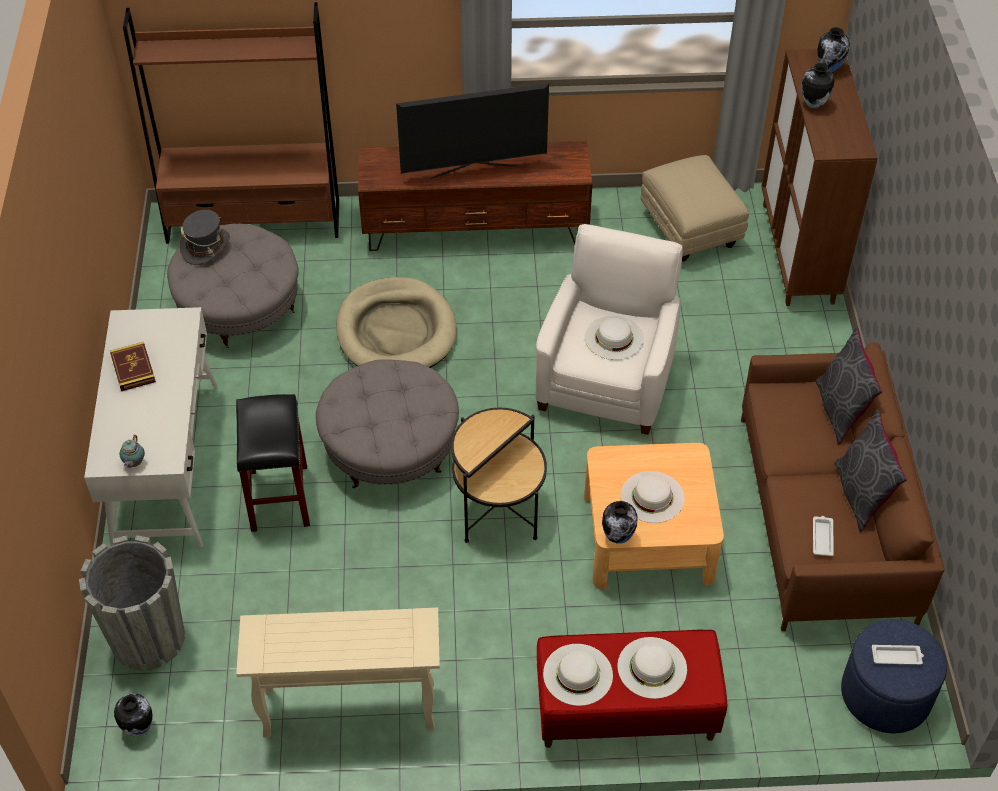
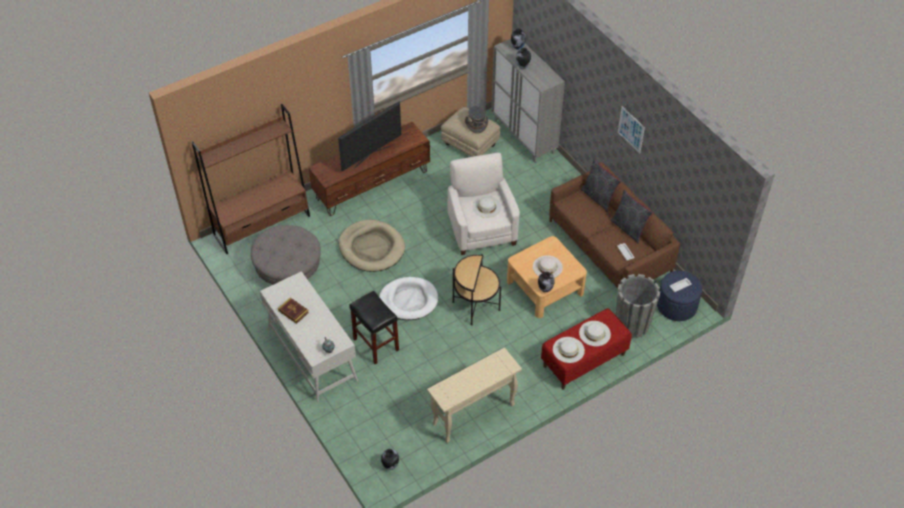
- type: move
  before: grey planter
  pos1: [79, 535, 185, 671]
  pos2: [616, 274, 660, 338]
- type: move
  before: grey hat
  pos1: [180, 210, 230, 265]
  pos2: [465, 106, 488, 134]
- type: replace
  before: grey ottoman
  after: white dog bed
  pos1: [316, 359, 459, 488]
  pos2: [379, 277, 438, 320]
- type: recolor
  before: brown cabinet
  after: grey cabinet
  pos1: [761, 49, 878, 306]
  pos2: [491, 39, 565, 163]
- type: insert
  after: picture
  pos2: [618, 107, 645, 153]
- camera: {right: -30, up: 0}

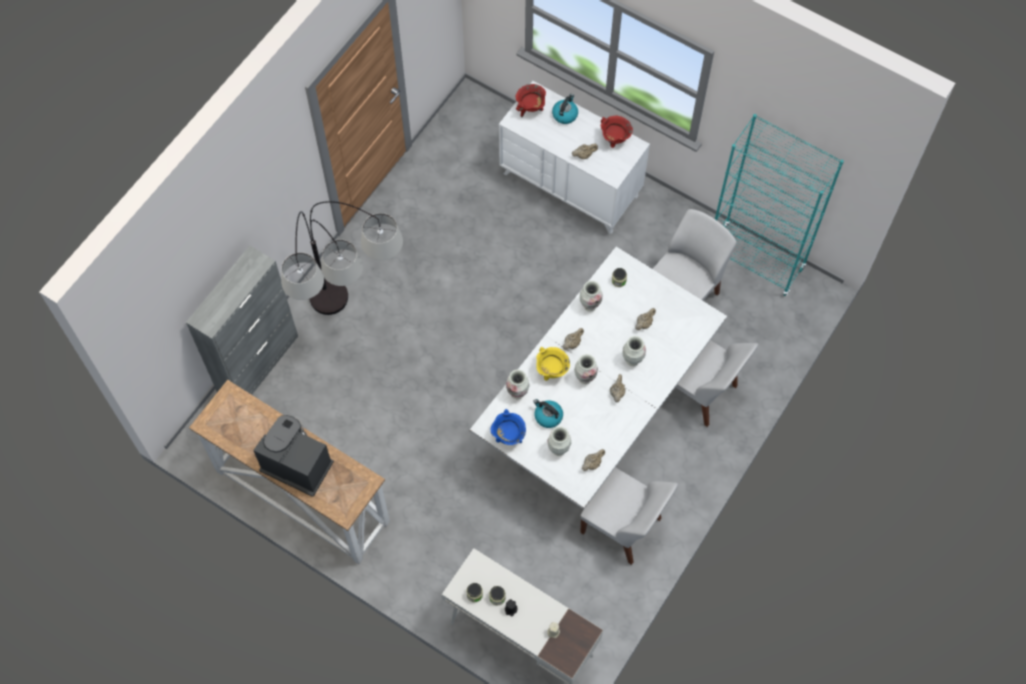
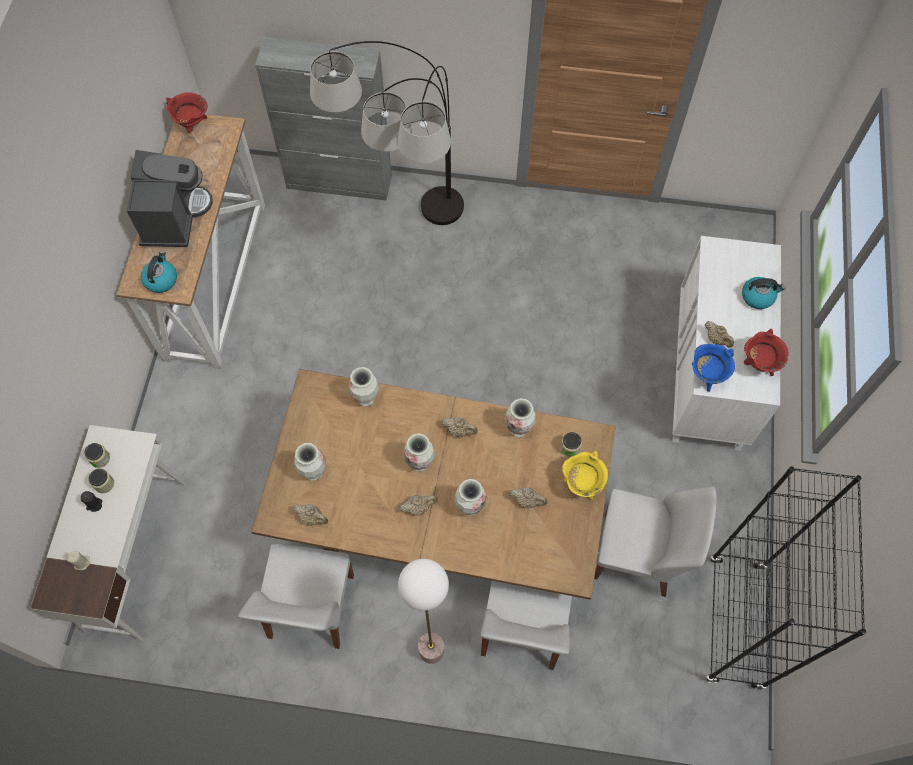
- type: recolor
  before: white dining table
  after: brown dining table
  pos1: [470, 247, 727, 510]
  pos2: [251, 369, 616, 600]
- type: move
  before: blue cooking pot
  pos1: [490, 409, 526, 445]
  pos2: [692, 344, 735, 392]
- type: move
  before: red cooking pot
  pos1: [516, 84, 546, 117]
  pos2: [166, 92, 207, 133]
- type: move
  before: kettle
  pos1: [533, 399, 563, 428]
  pos2: [141, 251, 177, 293]
- type: move
  before: yellow cooking pot
  pos1: [536, 347, 570, 381]
  pos2: [562, 451, 608, 500]
- type: recolor
  before: turquoise bookcase
  after: black bookcase
  pos1: [715, 114, 844, 296]
  pos2: [706, 466, 866, 690]
- type: insert
  after: floor lamp
  pos2: [398, 559, 449, 664]
- camera: {right: 65, up: 0}

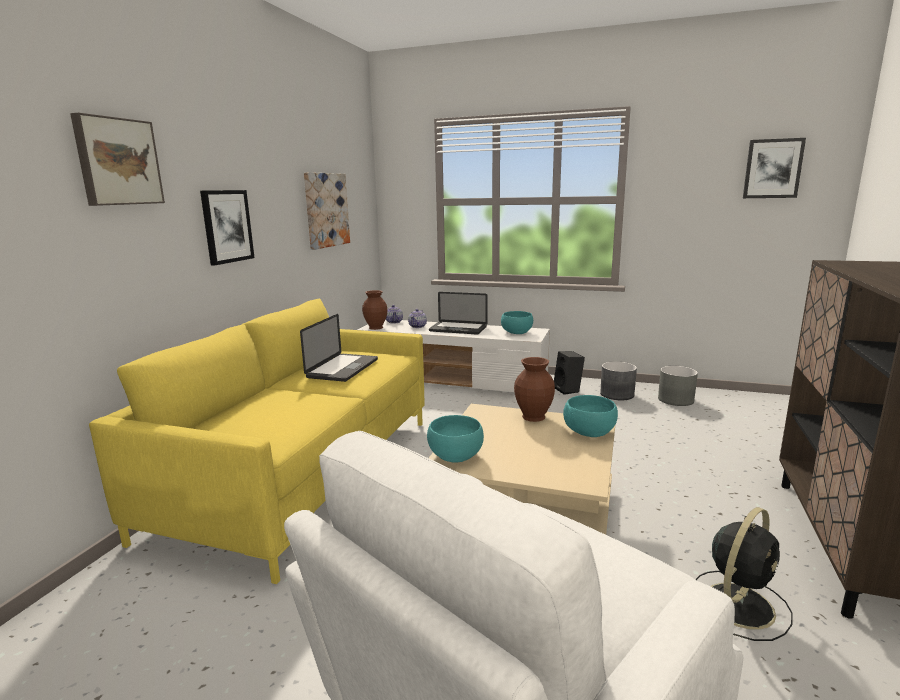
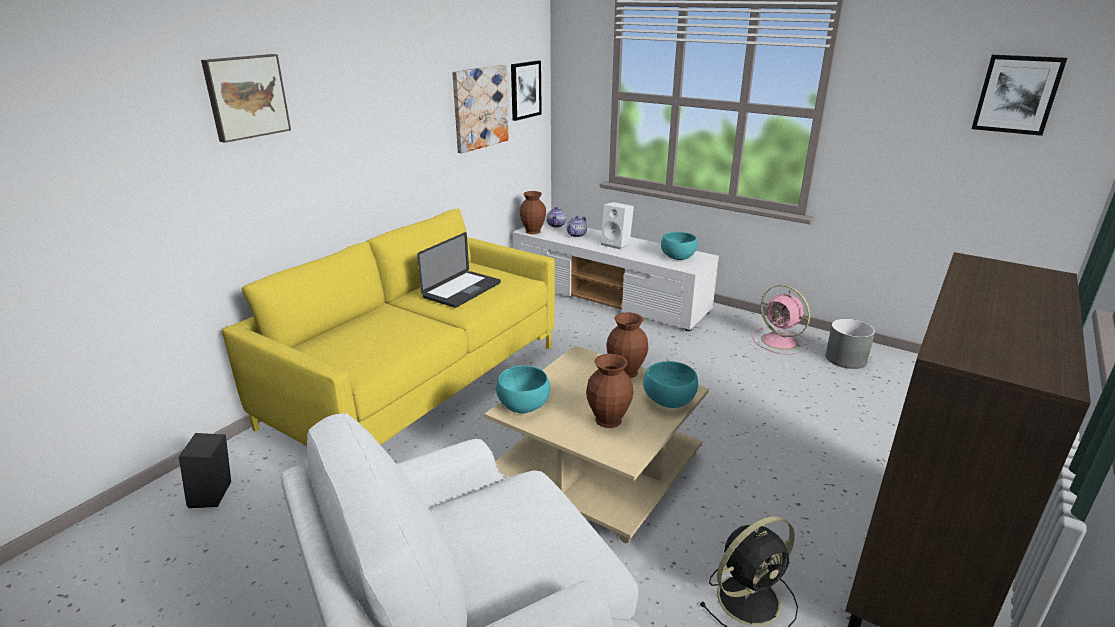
- type: move
  before: picture
  pos1: [200, 190, 255, 265]
  pos2: [511, 61, 542, 121]
- type: replace
  before: laptop
  after: white speaker
  pos1: [429, 292, 487, 335]
  pos2: [601, 202, 634, 250]
- type: move
  before: black speaker
  pos1: [554, 351, 585, 395]
  pos2: [179, 433, 231, 508]
- type: replace
  before: grey planter
  after: pink fan
  pos1: [600, 361, 637, 400]
  pos2: [752, 285, 810, 355]
- type: insert
  after: brown vase
  pos2: [586, 354, 634, 428]
- camera: {right: 15, up: 10}

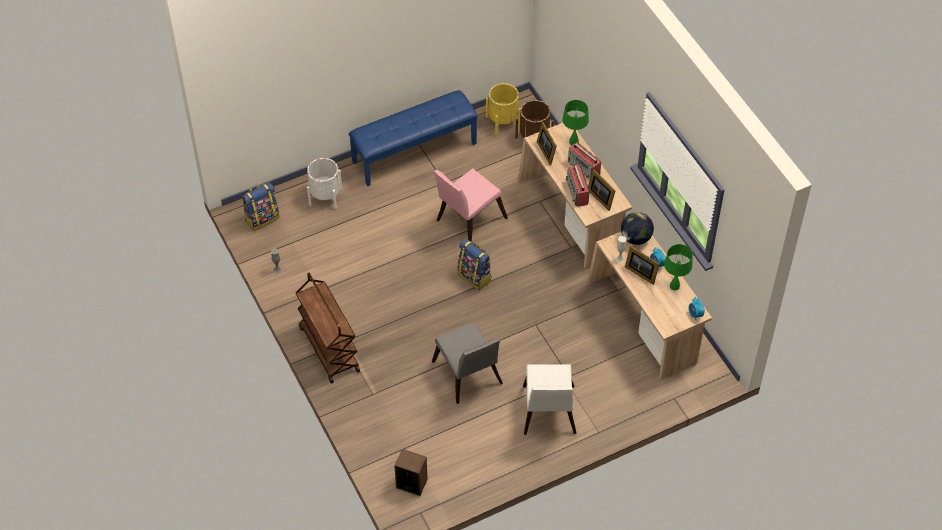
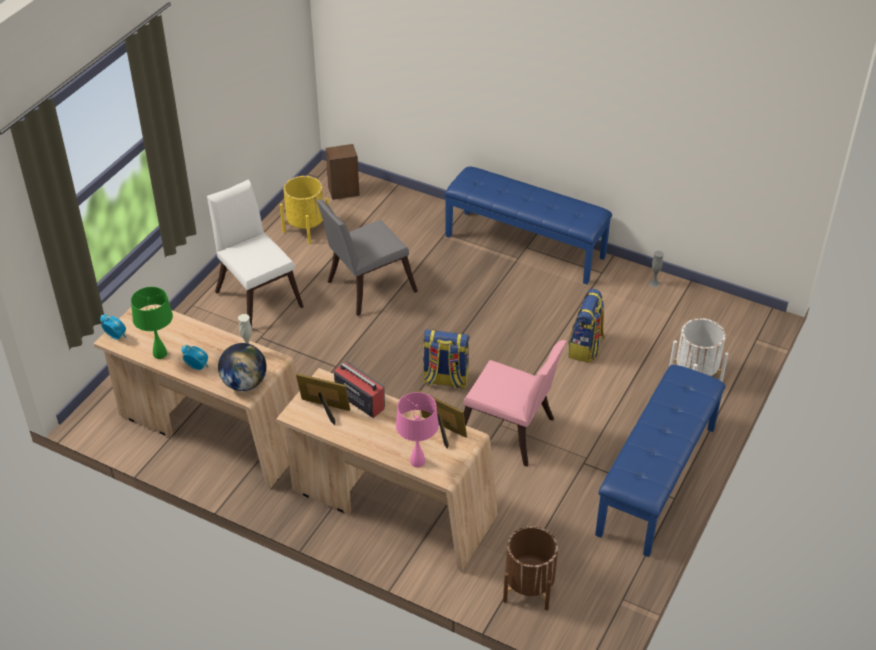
- type: move
  before: backpack
  pos1: [242, 182, 279, 231]
  pos2: [568, 289, 604, 363]
- type: replace
  before: brown cart
  after: blue bench
  pos1: [296, 273, 360, 384]
  pos2: [444, 166, 612, 284]
- type: rotate
  before: grey chair
  pos1: [432, 322, 503, 404]
  pos2: [317, 199, 418, 316]
  turn: -60
- type: rotate
  before: pink chair
  pos1: [434, 169, 508, 242]
  pos2: [464, 340, 566, 467]
  turn: 105
- type: move
  before: yellow planter
  pos1: [486, 83, 521, 135]
  pos2: [280, 176, 329, 244]
- type: recolor
  before: green table lamp
  after: pink table lamp
  pos1: [562, 100, 589, 145]
  pos2: [396, 392, 439, 468]
- type: delete
  before: radio
  pos1: [568, 142, 601, 180]
- type: delete
  before: picture frame
  pos1: [625, 246, 659, 285]
- camera: {right: 145, up: -10}

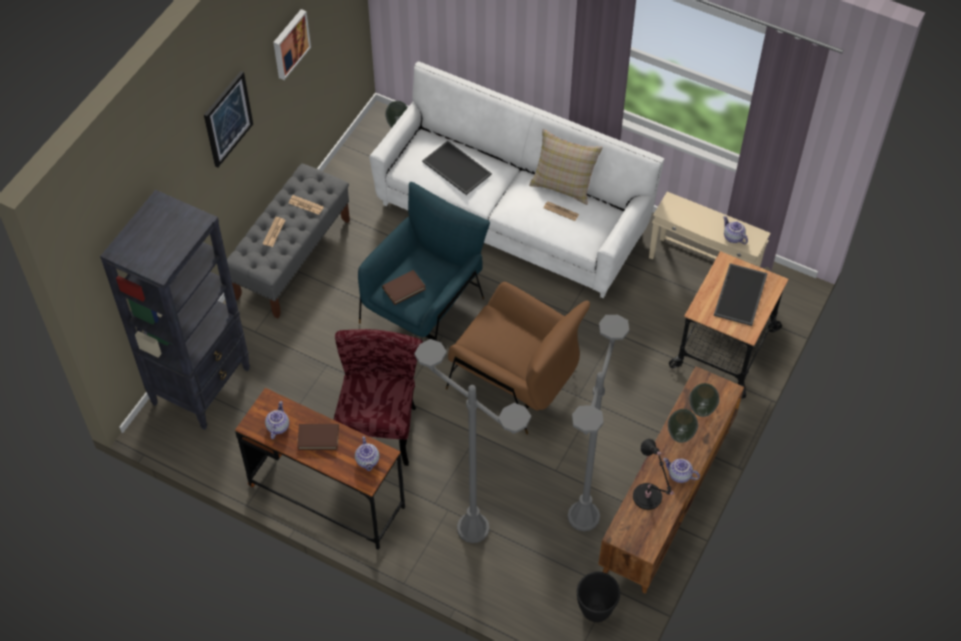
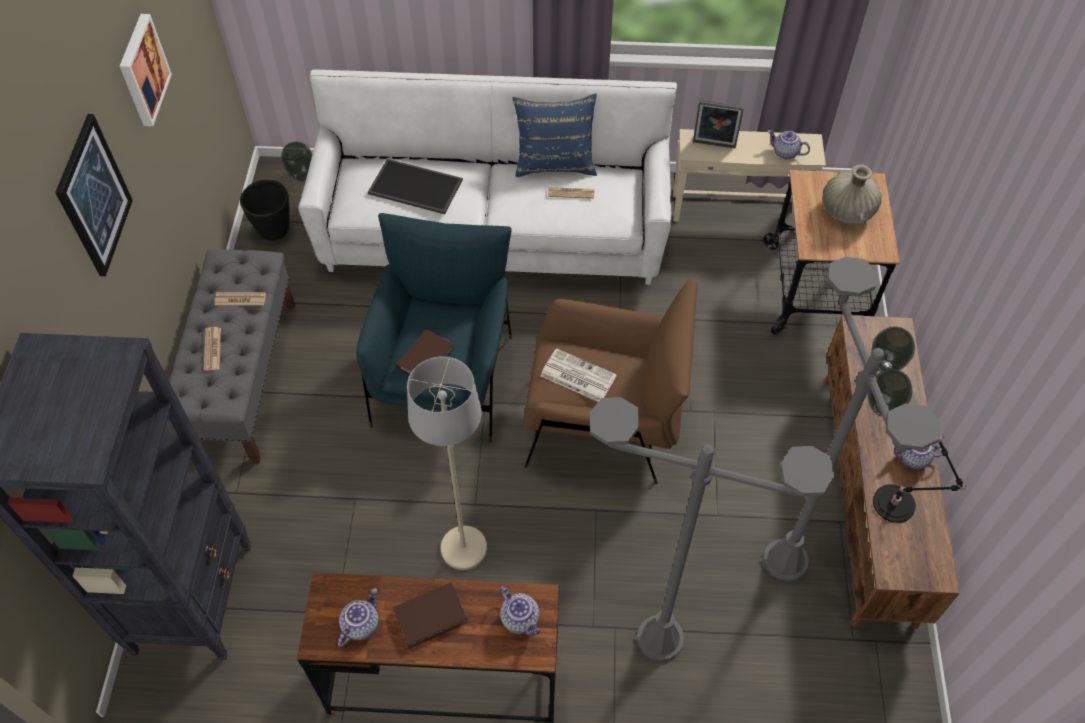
- type: rotate
  before: teapot
  pos1: [265, 401, 289, 439]
  pos2: [338, 588, 379, 647]
  turn: 45
- type: replace
  before: red chair
  after: beige floor lamp
  pos1: [334, 329, 423, 466]
  pos2: [407, 356, 487, 570]
- type: recolor
  before: beige pillow
  after: blue pillow
  pos1: [529, 129, 603, 205]
  pos2: [512, 93, 597, 177]
- type: move
  before: black planter
  pos1: [577, 572, 620, 622]
  pos2: [240, 180, 290, 241]
- type: replace
  before: tray
  after: beige vase
  pos1: [714, 263, 768, 326]
  pos2: [822, 165, 882, 224]
- type: insert
  after: newspaper
  pos2: [540, 348, 617, 402]
- type: insert
  after: picture frame
  pos2: [693, 100, 744, 148]
- camera: {right: -25, up: 0}

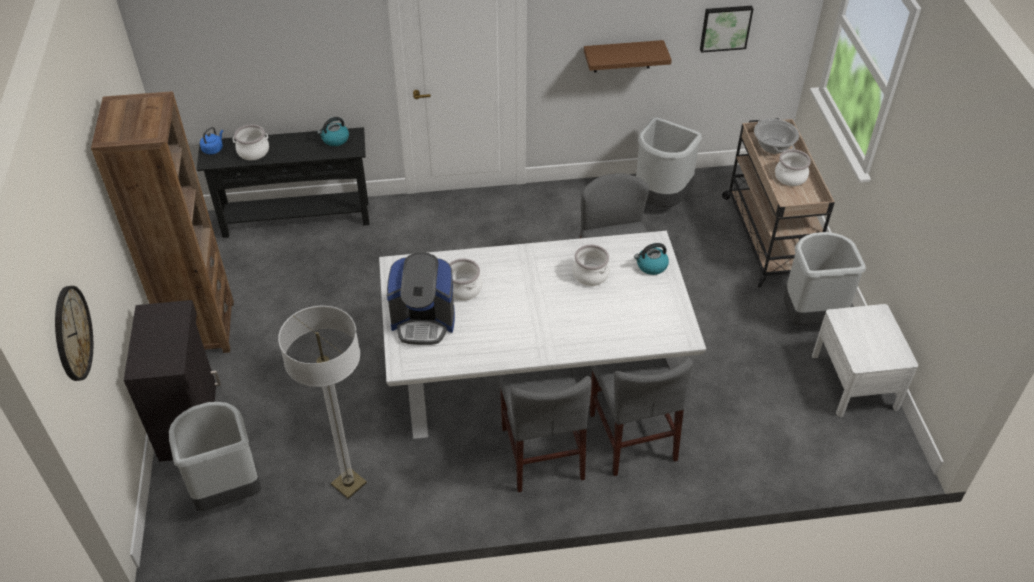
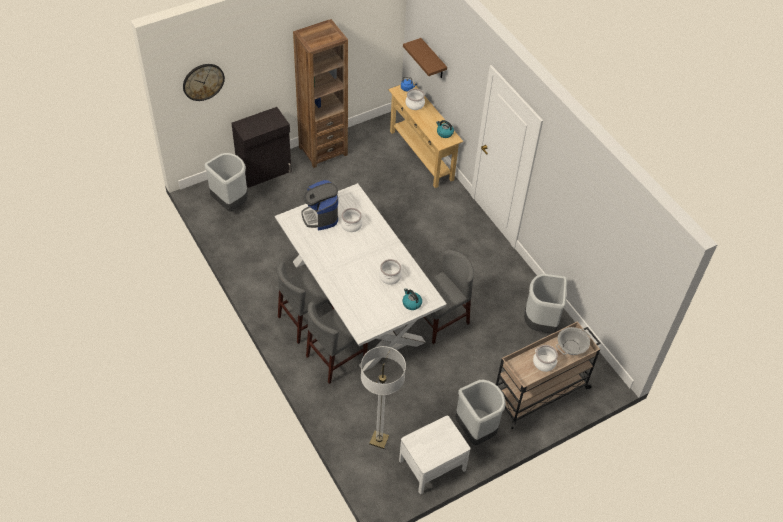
- type: recolor
  before: black console table
  after: beige console table
  pos1: [196, 127, 369, 238]
  pos2: [388, 81, 463, 188]
- type: move
  before: floor lamp
  pos1: [278, 306, 367, 499]
  pos2: [361, 346, 406, 449]
- type: move
  before: brown shelf
  pos1: [584, 40, 672, 73]
  pos2: [403, 38, 447, 78]
- type: delete
  before: picture
  pos1: [700, 6, 753, 53]
- camera: {right: 65, up: 5}

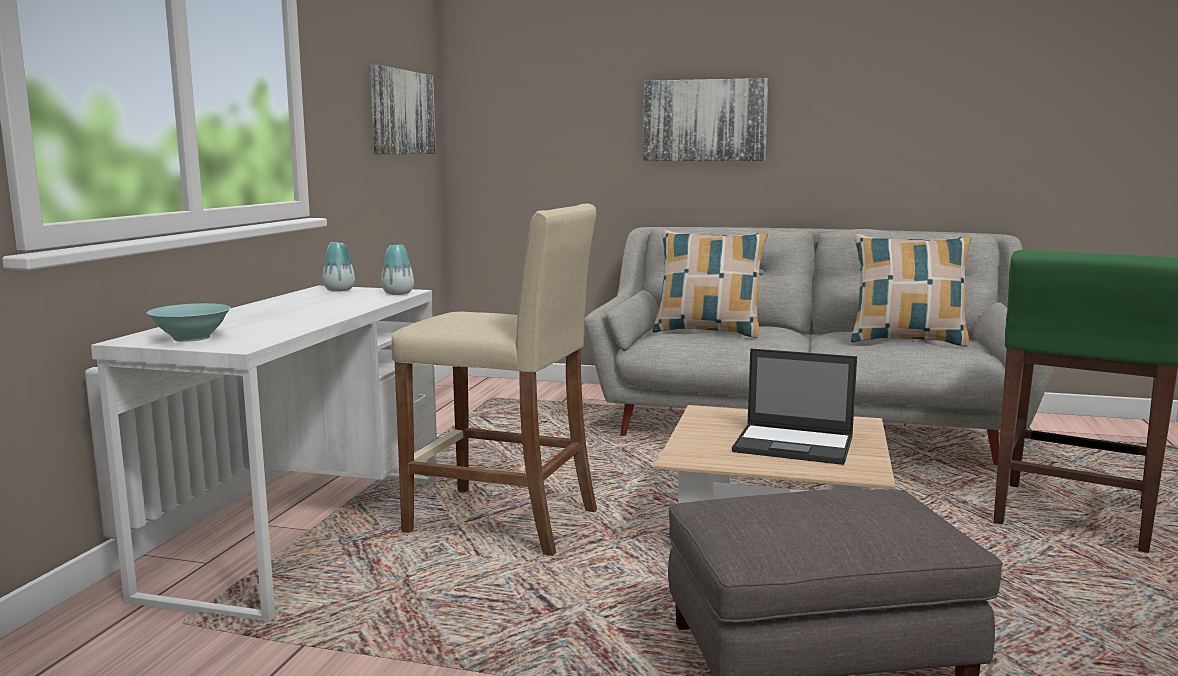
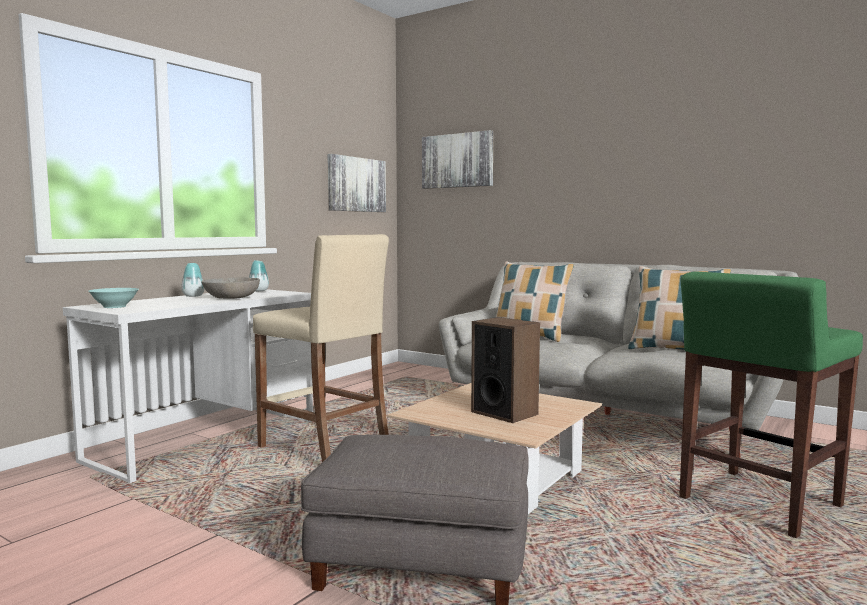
- type: move
  before: vase
  pos1: [381, 244, 414, 295]
  pos2: [181, 263, 204, 297]
- type: move
  before: picture
  pos1: [643, 78, 769, 161]
  pos2: [422, 130, 493, 189]
- type: replace
  before: laptop
  after: speaker
  pos1: [732, 348, 857, 465]
  pos2: [471, 317, 540, 423]
- type: insert
  after: grey bowl
  pos2: [201, 277, 260, 299]
- camera: {right: 20, up: -5}

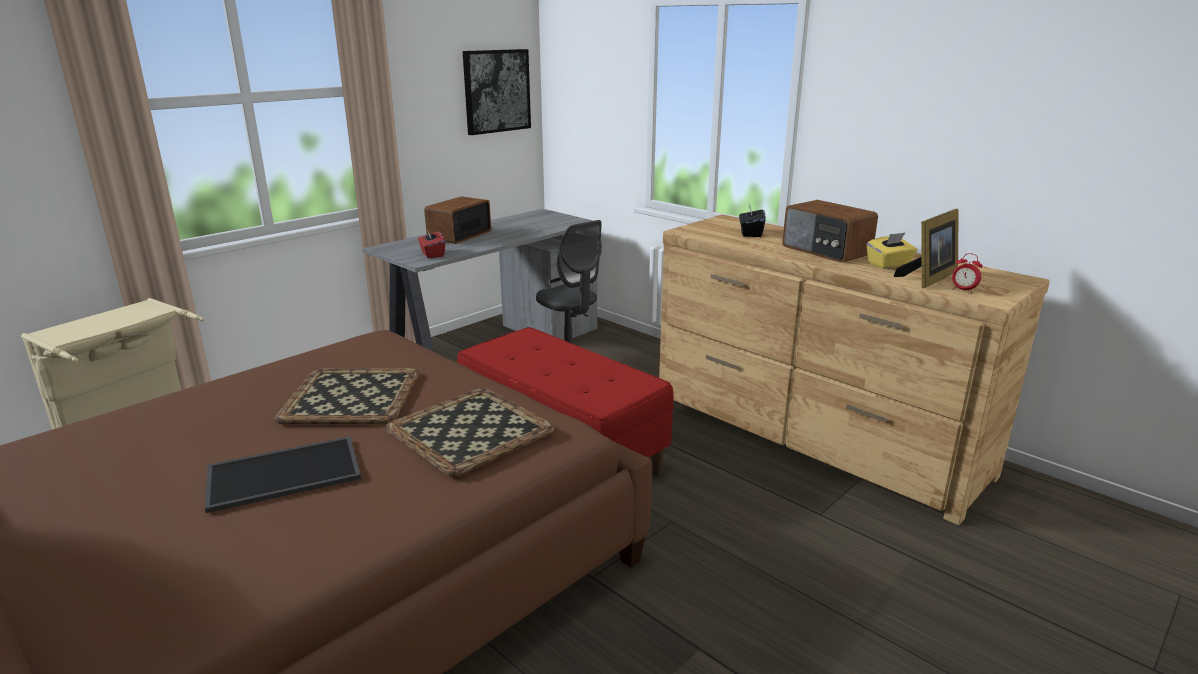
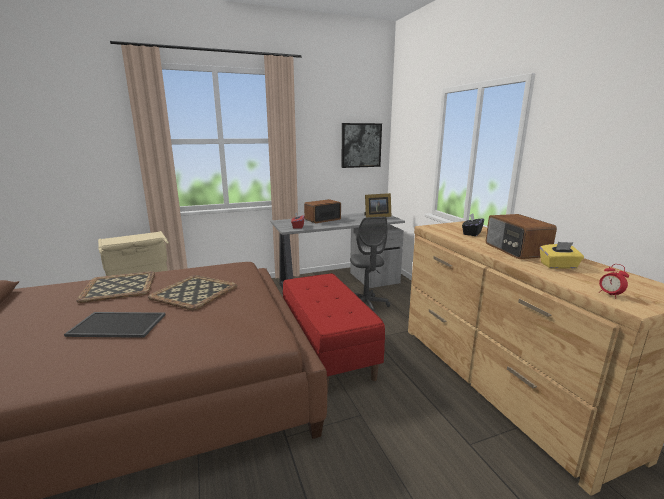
- type: move
  before: tray
  pos1: [385, 388, 554, 476]
  pos2: [76, 271, 155, 303]
- type: move
  before: picture frame
  pos1: [894, 209, 959, 288]
  pos2: [364, 193, 391, 217]
- camera: {right: 25, up: -5}

